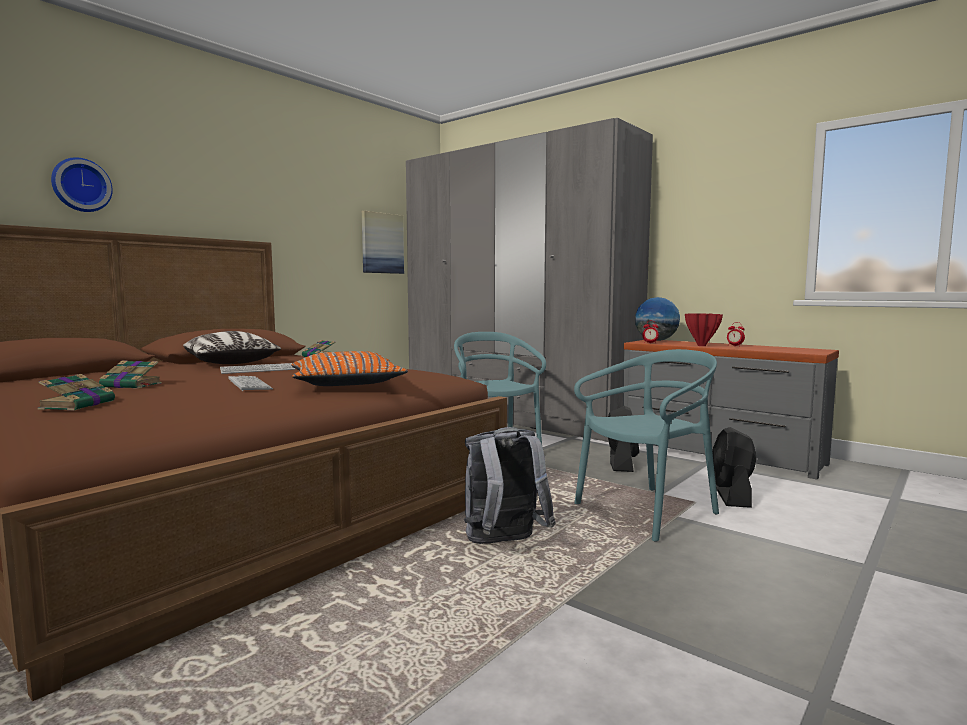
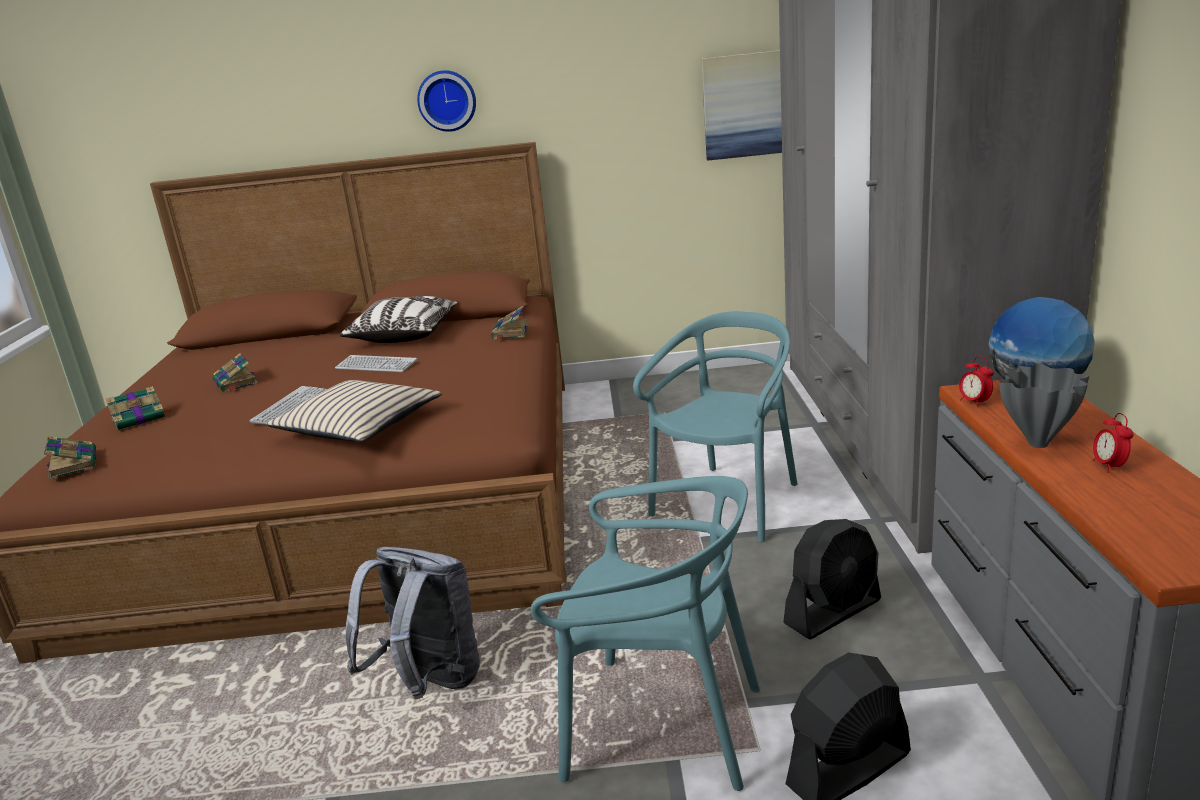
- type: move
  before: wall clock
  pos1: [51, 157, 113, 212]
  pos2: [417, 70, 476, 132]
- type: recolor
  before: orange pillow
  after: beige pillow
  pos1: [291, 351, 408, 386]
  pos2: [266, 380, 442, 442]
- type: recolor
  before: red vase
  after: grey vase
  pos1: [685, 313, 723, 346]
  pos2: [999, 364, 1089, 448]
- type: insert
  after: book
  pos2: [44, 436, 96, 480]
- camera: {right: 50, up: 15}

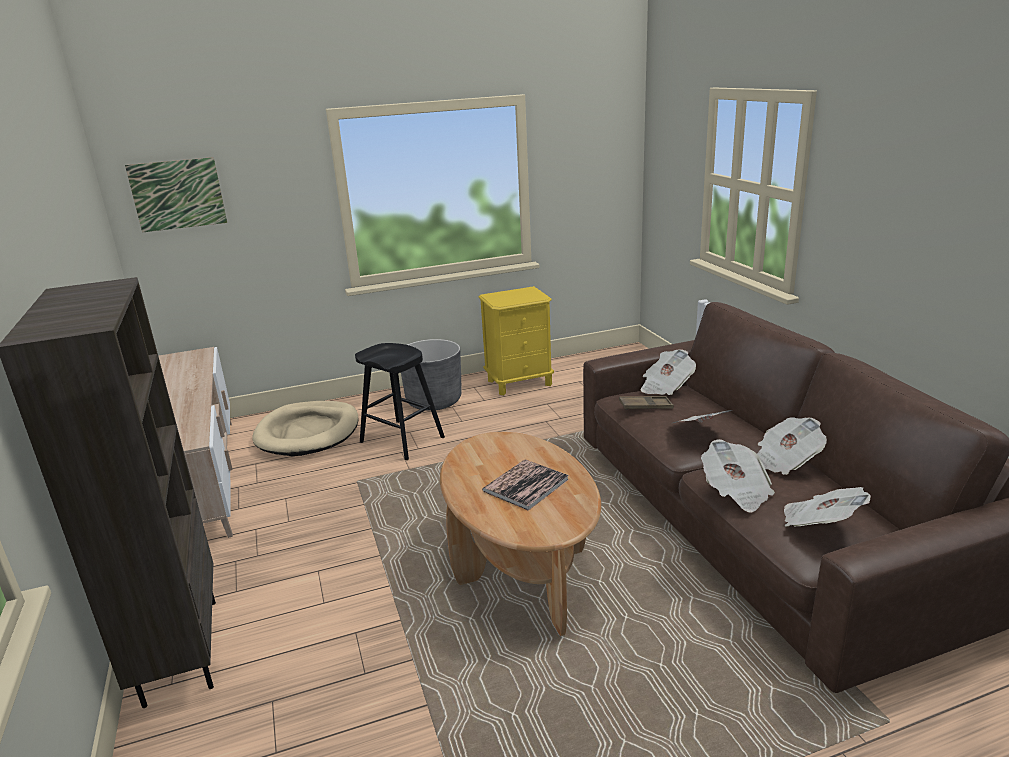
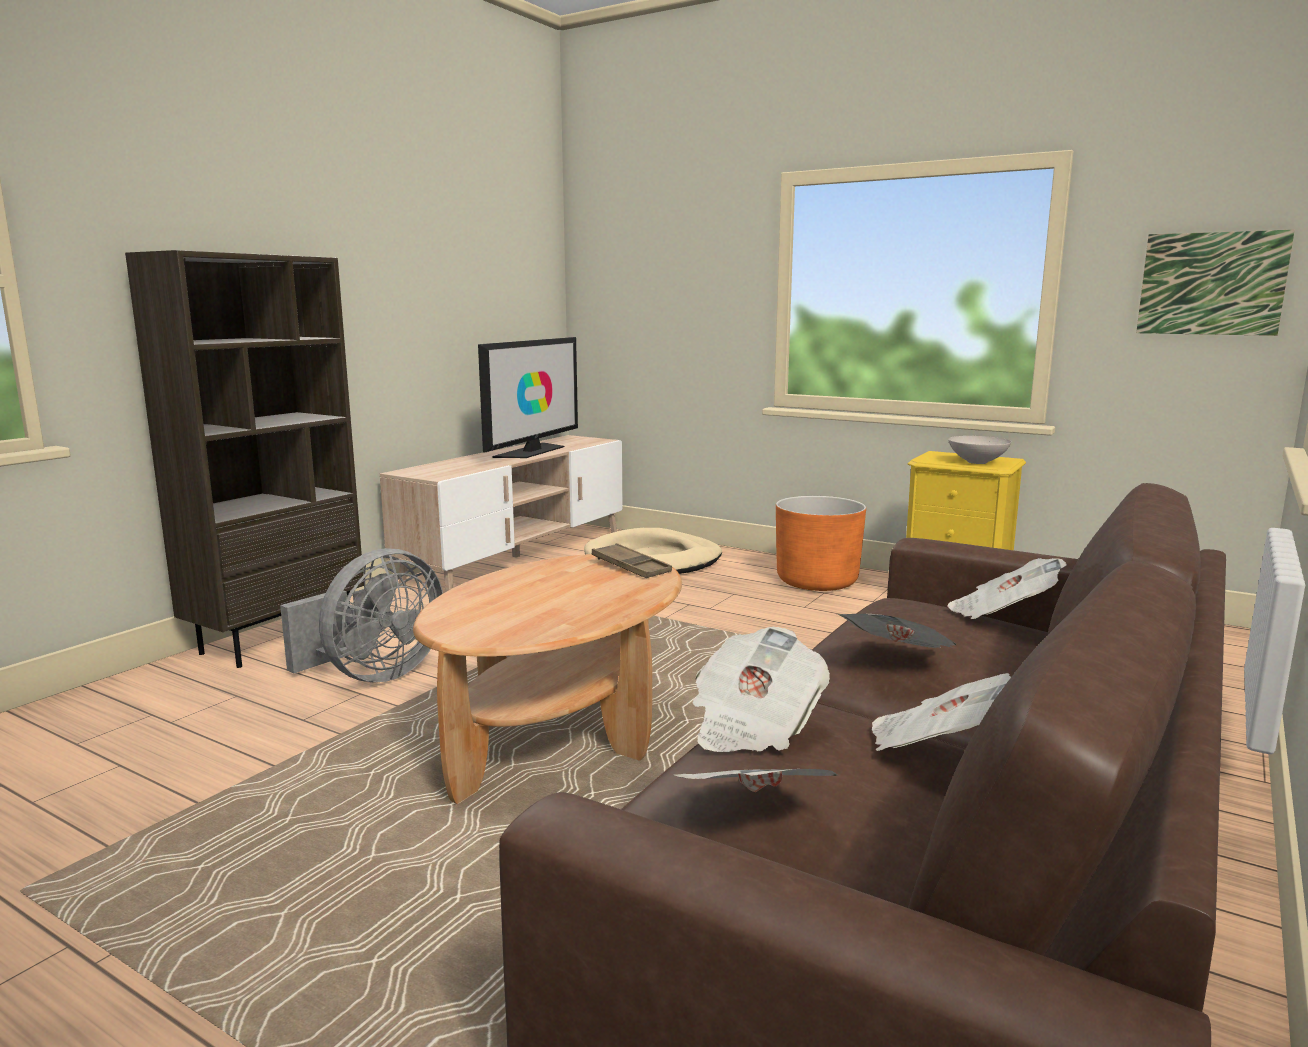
- type: move
  before: picture
  pos1: [125, 157, 227, 232]
  pos2: [1136, 230, 1295, 336]
- type: delete
  before: black stool
  pos1: [355, 343, 445, 460]
- type: recolor
  before: grey planter
  after: orange planter
  pos1: [401, 339, 462, 411]
  pos2: [776, 496, 866, 591]
- type: delete
  before: book
  pos1: [482, 459, 569, 511]
- type: move
  before: brown tray
  pos1: [619, 396, 674, 410]
  pos2: [592, 543, 672, 578]
- type: insert
  after: grey fan
  pos2: [280, 548, 443, 682]
- type: insert
  after: television
  pos2: [478, 337, 578, 458]
- type: insert
  after: white bowl
  pos2: [948, 436, 1011, 464]
- camera: {right: 50, up: -10}

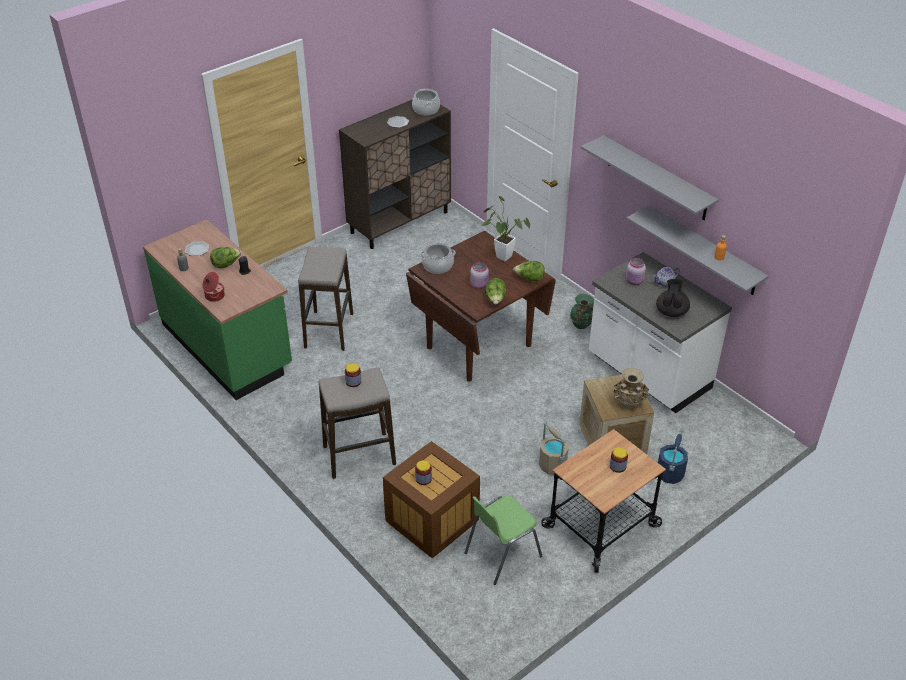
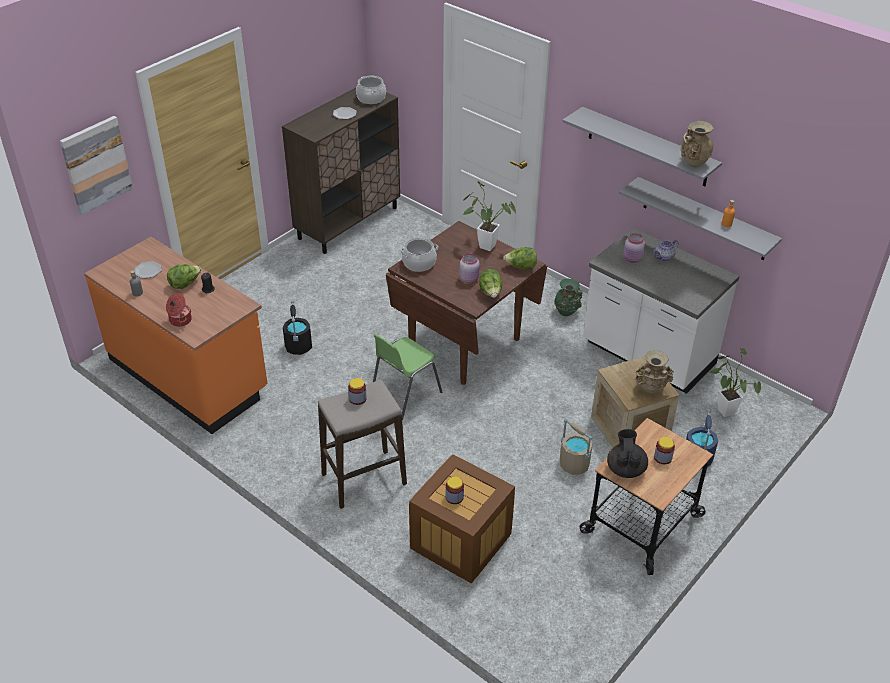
- type: recolor
  before: green counter
  after: orange counter
  pos1: [143, 219, 292, 400]
  pos2: [84, 237, 268, 434]
- type: replace
  before: stool
  after: black bucket
  pos1: [298, 247, 353, 351]
  pos2: [283, 300, 312, 355]
- type: move
  before: green chair
  pos1: [465, 495, 542, 585]
  pos2: [373, 334, 442, 420]
- type: move
  before: black teapot
  pos1: [656, 279, 690, 317]
  pos2: [607, 429, 648, 478]
- type: insert
  after: picture
  pos2: [60, 116, 133, 215]
- type: insert
  after: beige vase
  pos2: [681, 121, 714, 167]
- type: insert
  after: potted plant
  pos2: [710, 348, 761, 417]
- camera: {right: -10, up: 0}

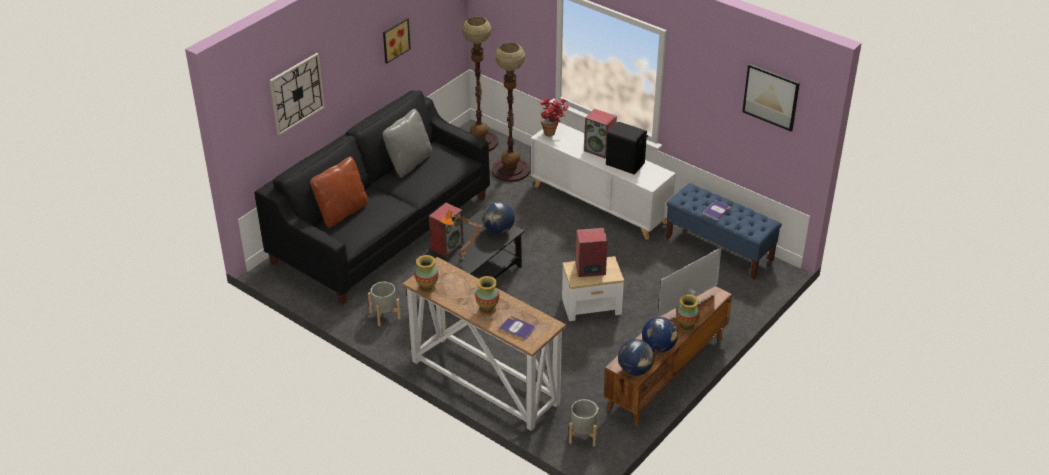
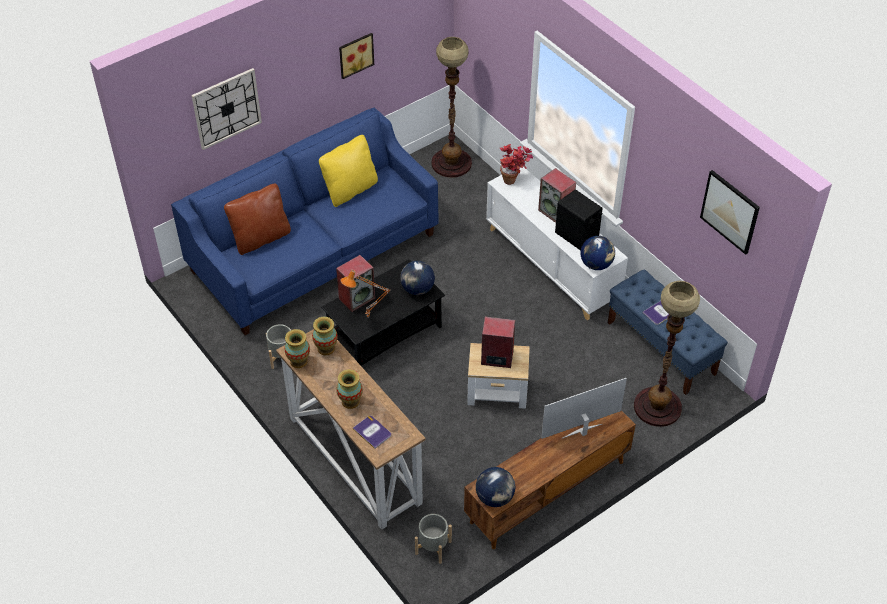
- type: recolor
  before: black sofa
  after: blue sofa
  pos1: [254, 90, 490, 304]
  pos2: [171, 108, 439, 335]
- type: recolor
  before: grey pillow
  after: yellow pillow
  pos1: [382, 109, 432, 178]
  pos2: [319, 135, 378, 207]
- type: move
  before: floor lamp
  pos1: [492, 43, 530, 182]
  pos2: [634, 281, 700, 427]
- type: move
  before: globe
  pos1: [642, 317, 678, 353]
  pos2: [581, 236, 615, 270]
- type: move
  before: vase
  pos1: [676, 294, 700, 332]
  pos2: [312, 317, 338, 355]
- camera: {right: 15, up: 10}

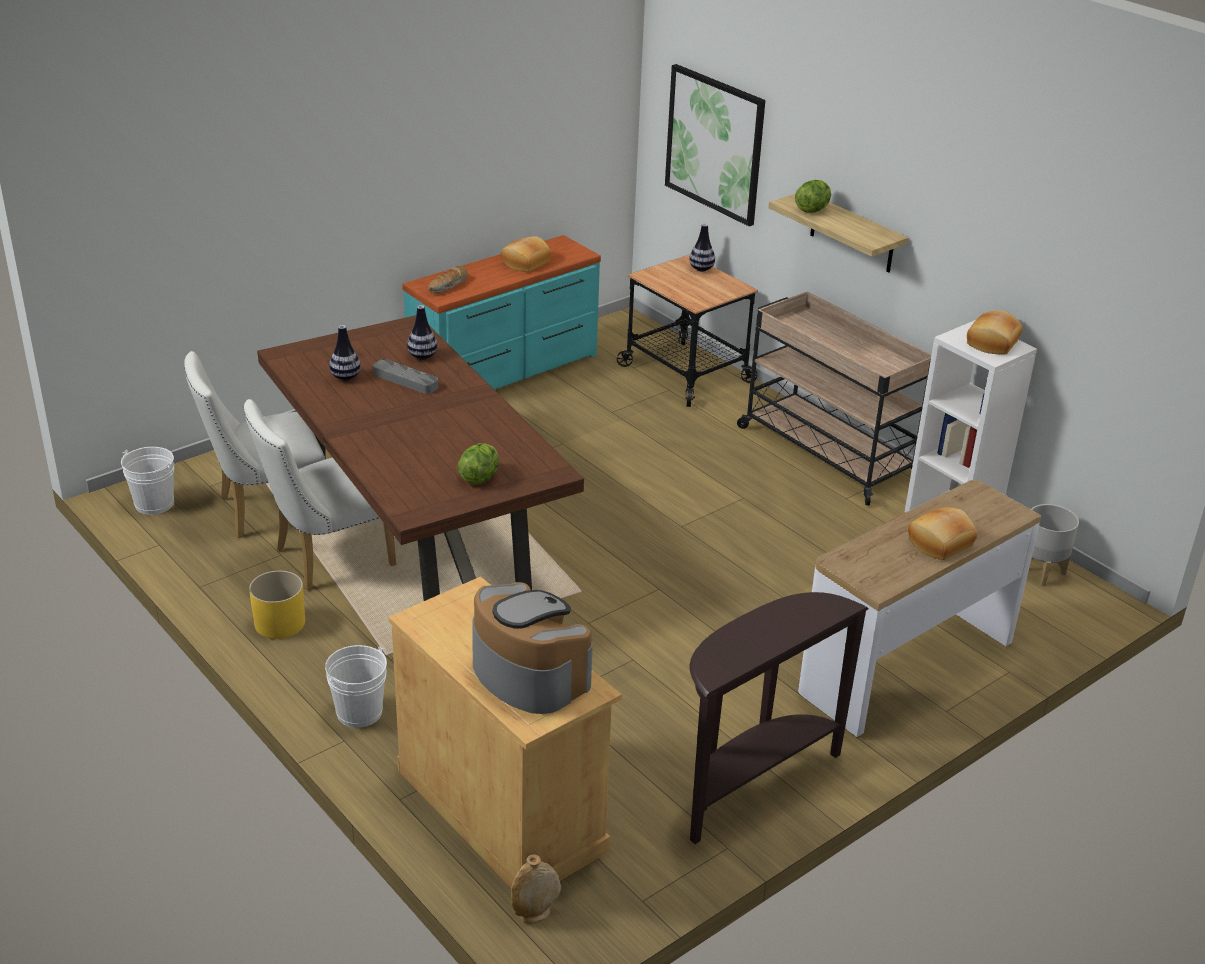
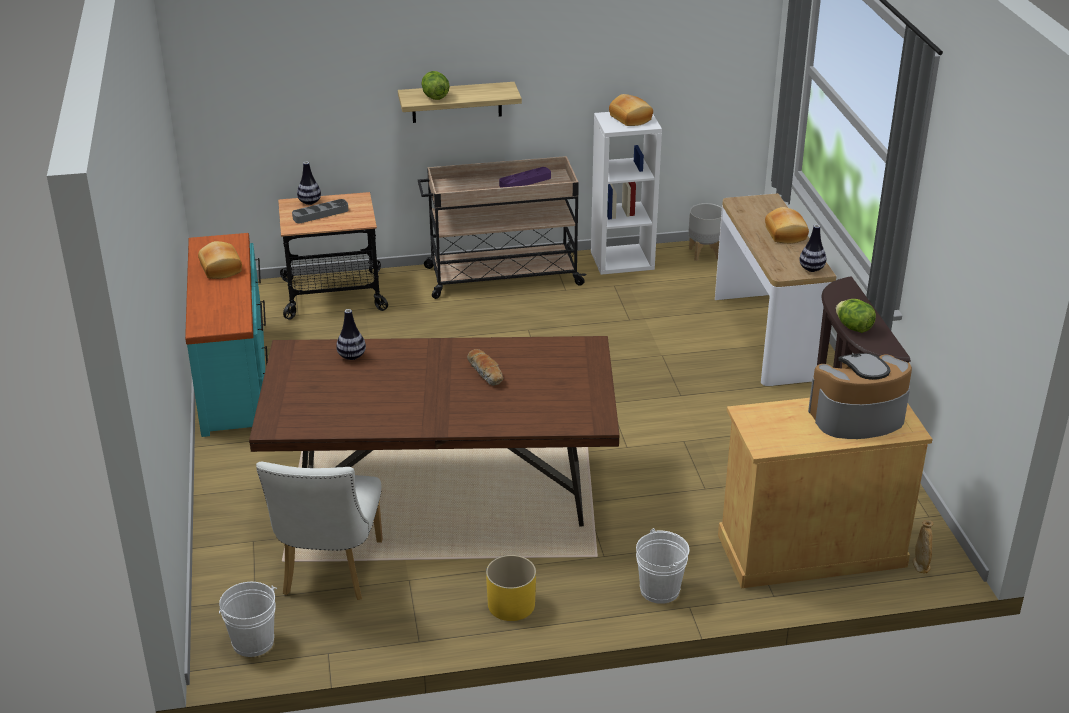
- type: delete
  before: white chair
  pos1: [244, 399, 396, 590]
- type: move
  before: vase
  pos1: [329, 325, 361, 381]
  pos2: [799, 225, 826, 272]
- type: move
  before: grey tray
  pos1: [373, 359, 438, 394]
  pos2: [292, 199, 348, 223]
- type: move
  before: bread
  pos1: [429, 266, 468, 294]
  pos2: [467, 349, 503, 386]
- type: move
  before: lettuce
  pos1: [457, 443, 499, 484]
  pos2: [836, 299, 876, 333]
- type: delete
  before: picture
  pos1: [665, 64, 765, 226]
- type: insert
  after: purple tray
  pos2: [499, 167, 551, 188]
- camera: {right: -60, up: 0}

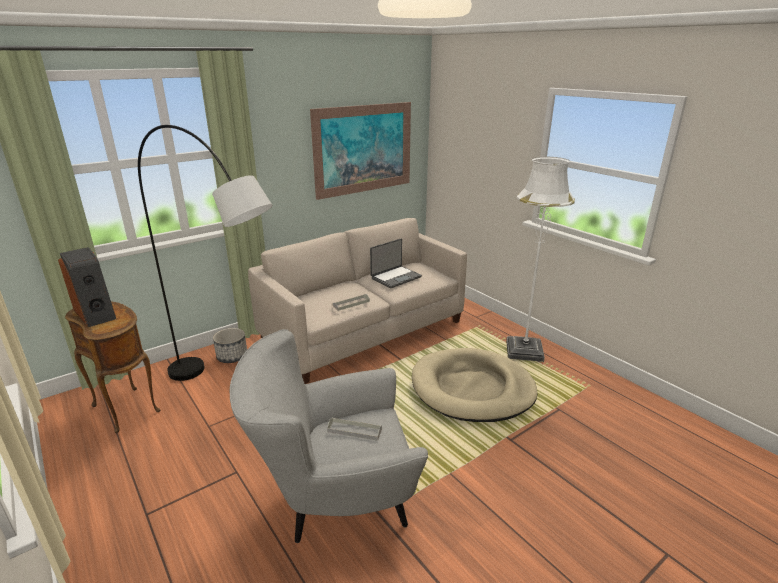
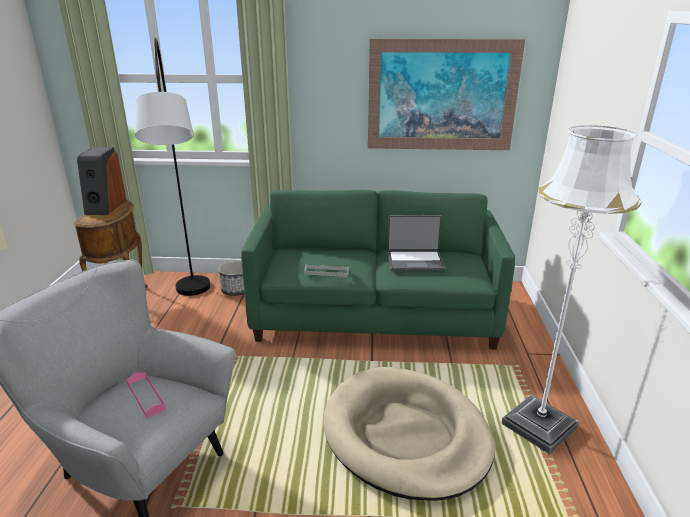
- type: recolor
  before: beige sofa
  after: green sofa
  pos1: [248, 218, 467, 384]
  pos2: [241, 190, 515, 350]
- type: recolor
  before: grey tray
  after: pink tray
  pos1: [327, 417, 382, 441]
  pos2: [127, 372, 167, 418]
- camera: {right: 40, up: 0}

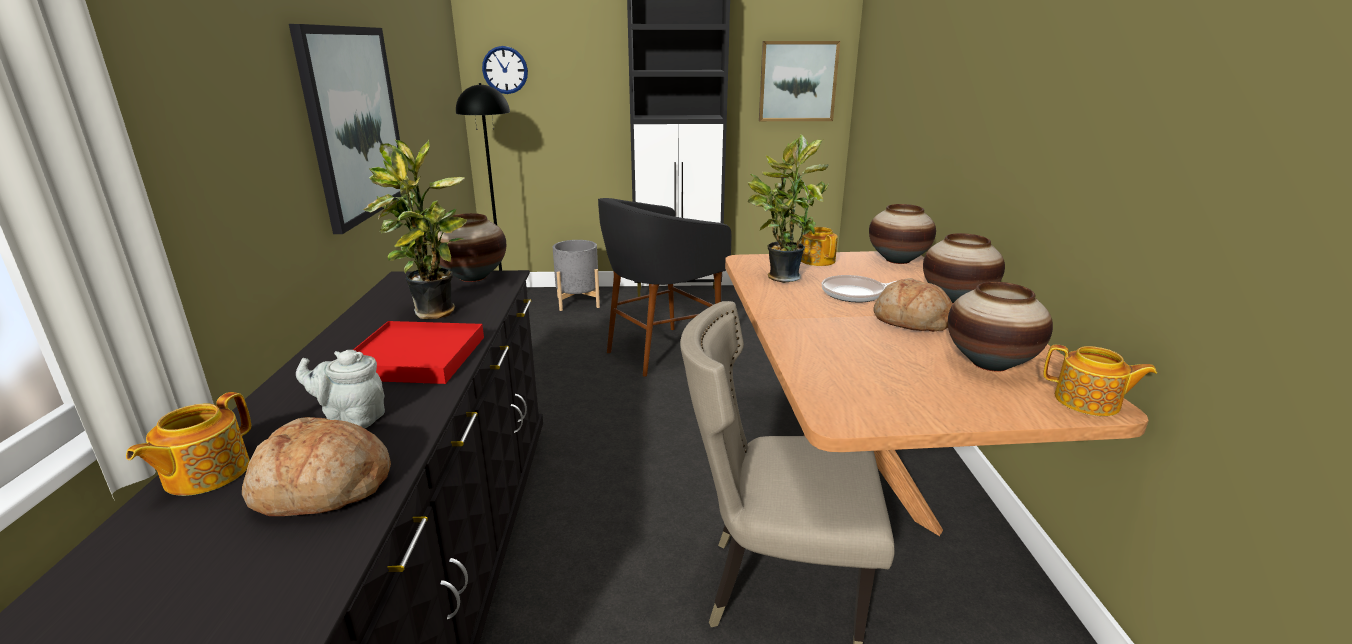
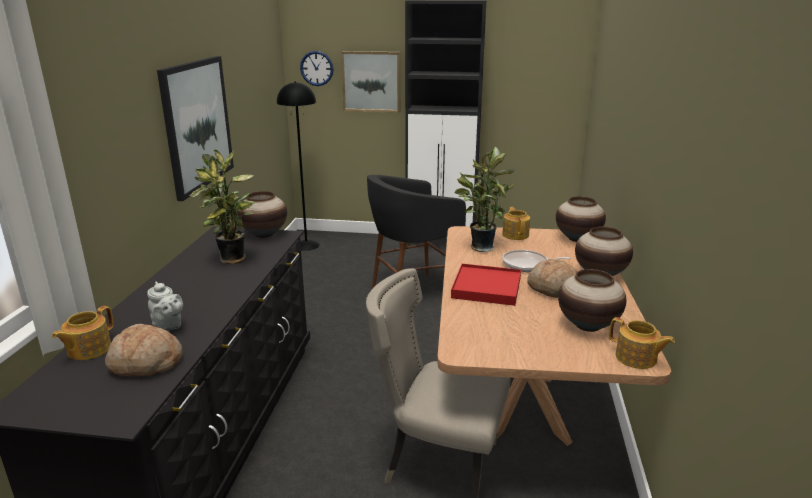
- type: rotate
  before: grey teapot
  pos1: [296, 350, 385, 428]
  pos2: [147, 282, 183, 331]
  turn: -150
- type: move
  before: red tray
  pos1: [353, 321, 484, 384]
  pos2: [451, 264, 521, 306]
- type: delete
  before: grey planter
  pos1: [553, 240, 600, 311]
- type: move
  before: picture
  pos1: [759, 41, 840, 121]
  pos2: [341, 51, 400, 113]
- camera: {right: 10, up: 0}

